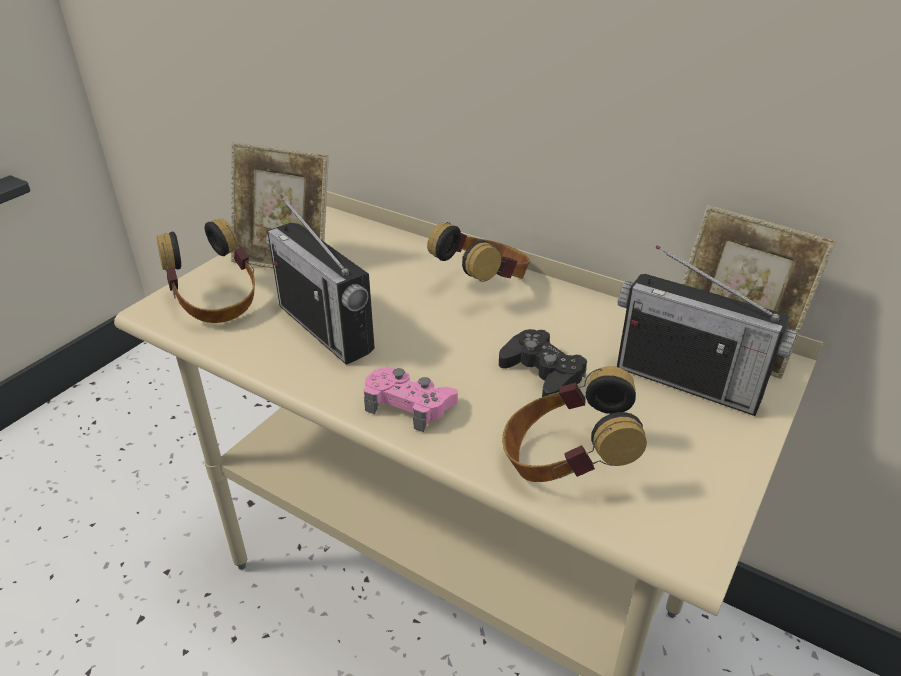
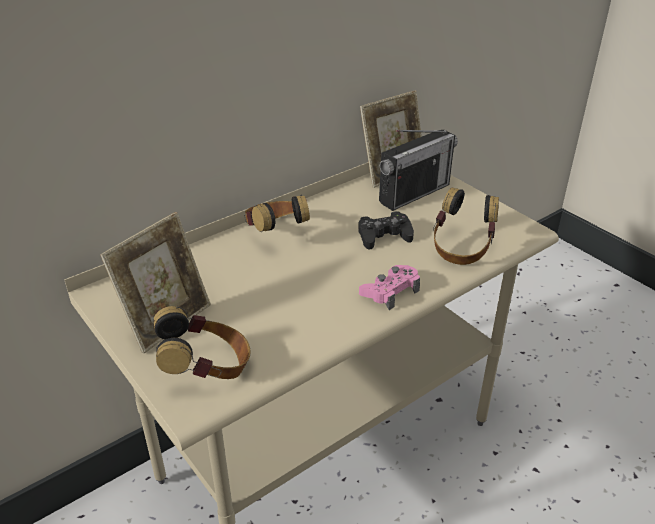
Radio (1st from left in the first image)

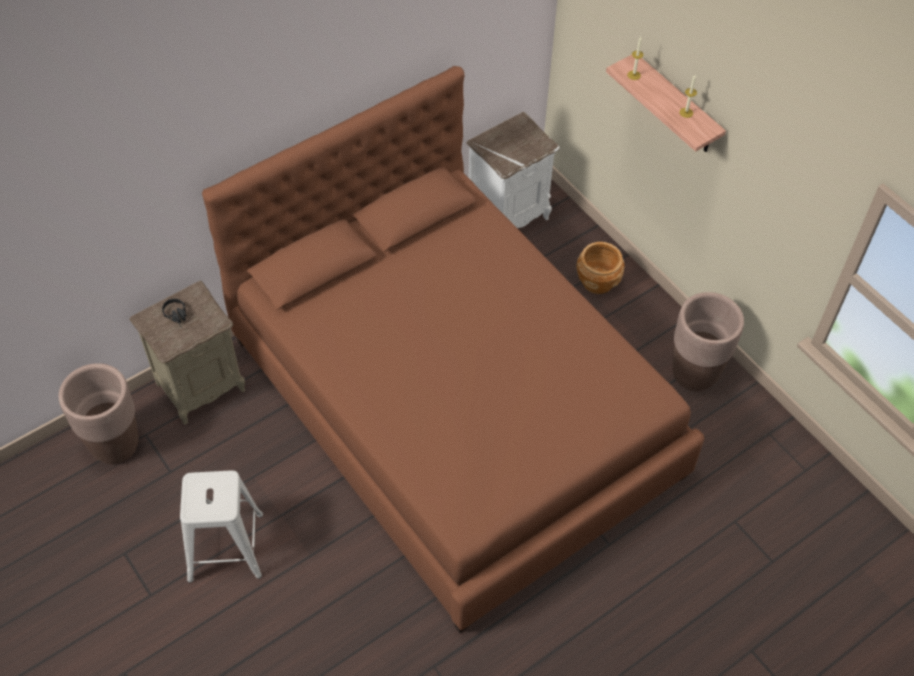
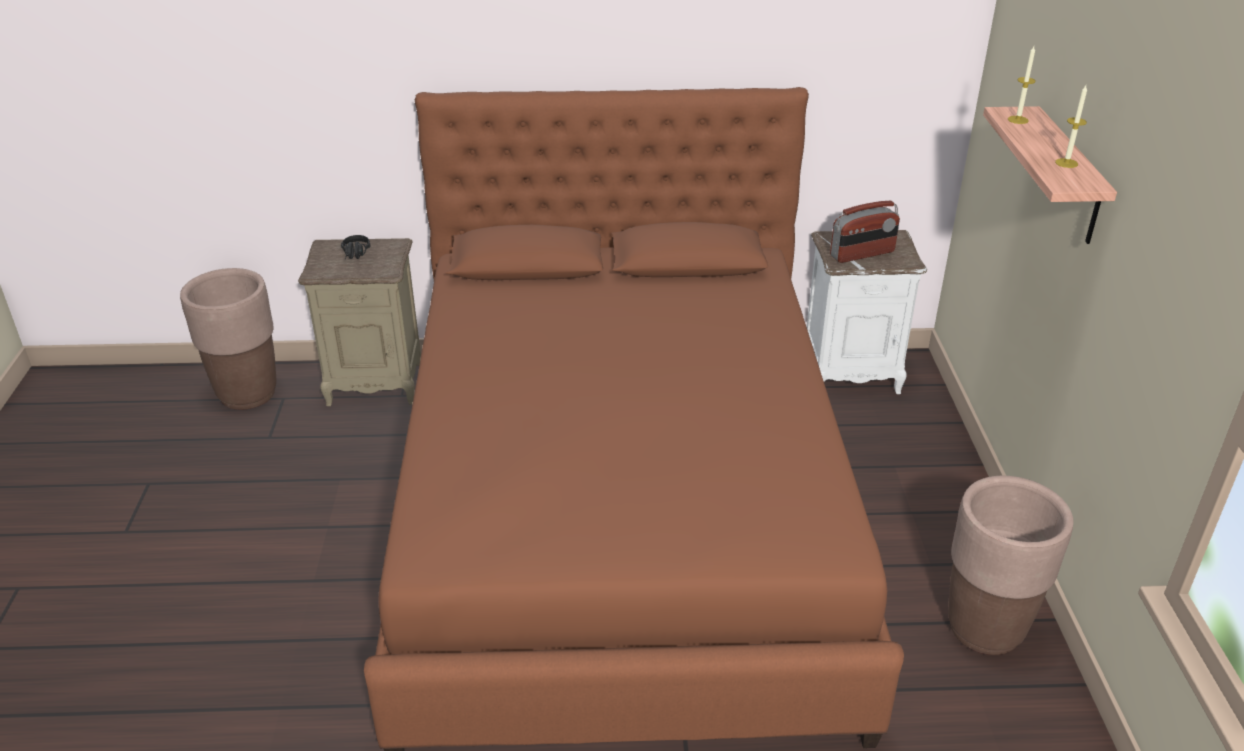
Radio
Hocker [weiß]
Pflanzkübel [braun] (2nd from left in the first image)

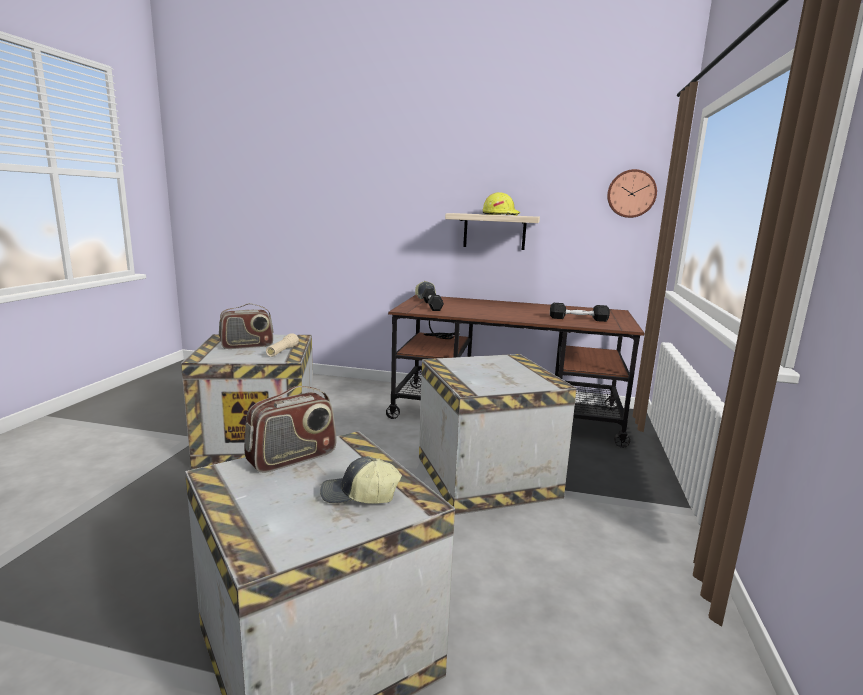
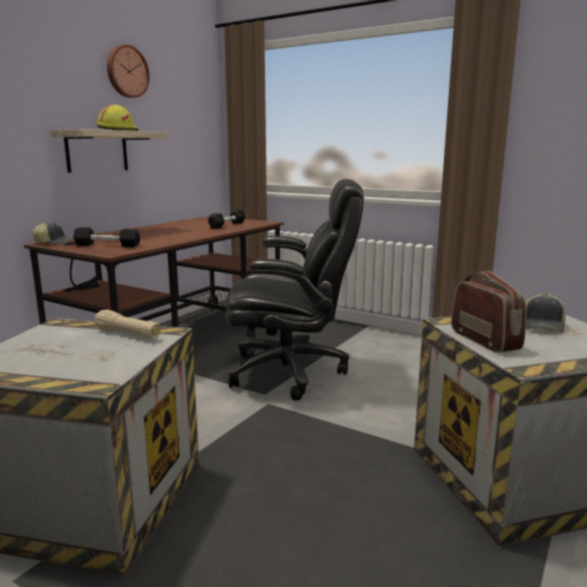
Wanduhr
Bürostuhl [schwarz]
Radio (1st from left in the first image)

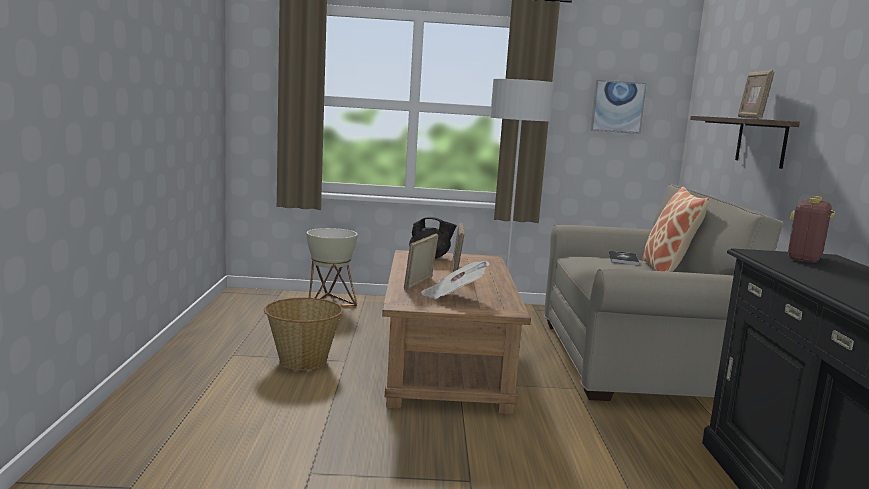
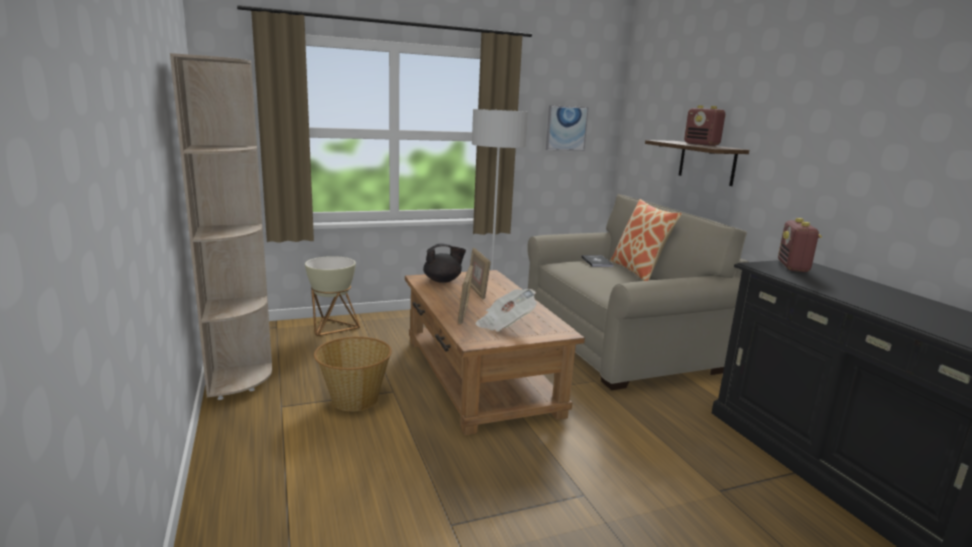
Bücherregal [beige]
Radio (1st from left)

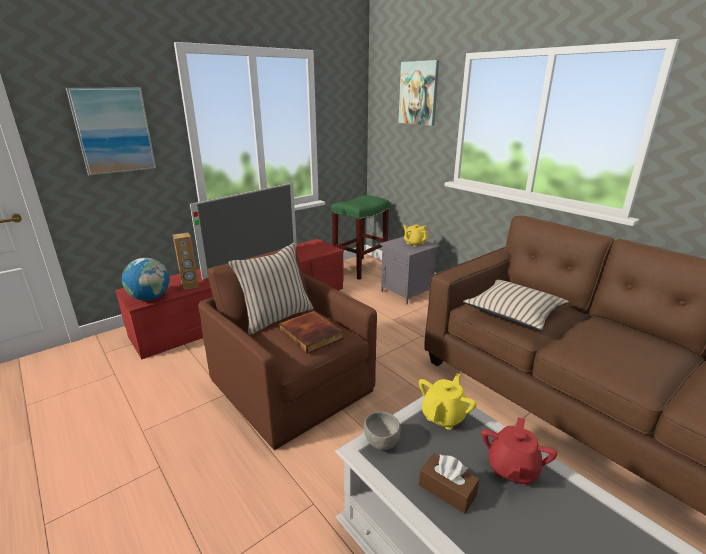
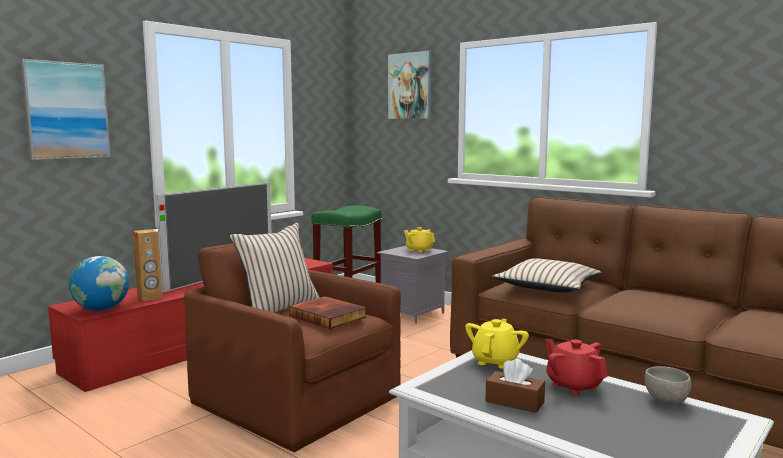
Teekanne [rot]
Schüssel [grau]

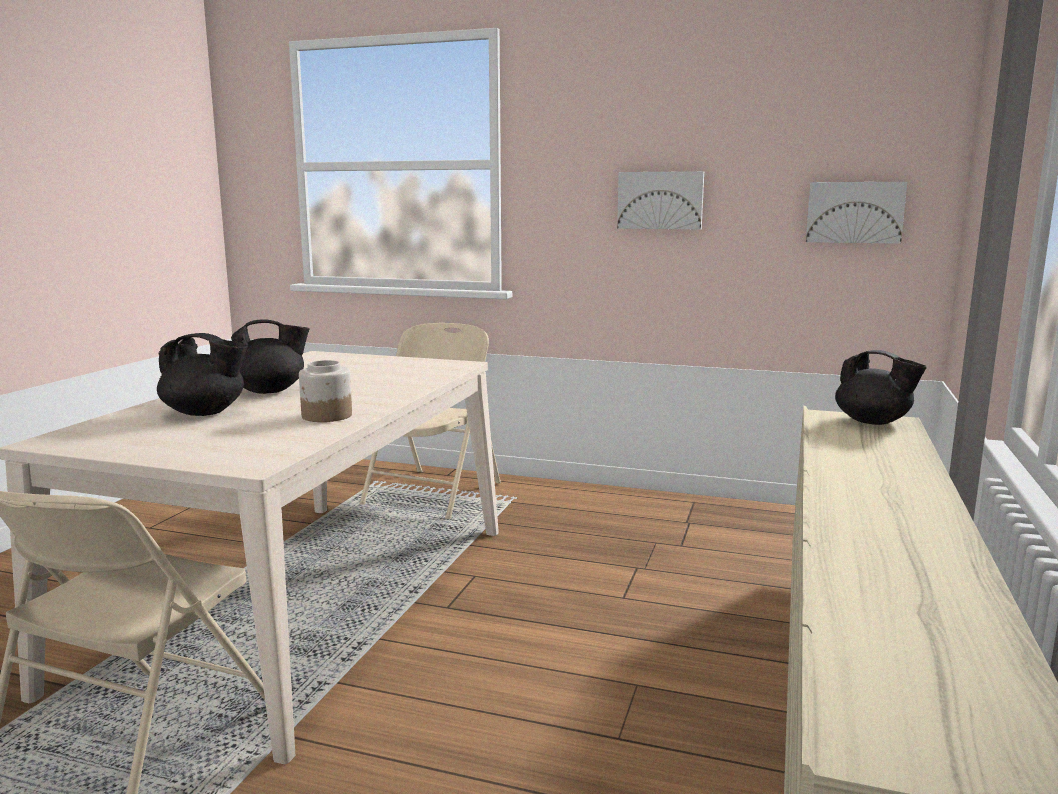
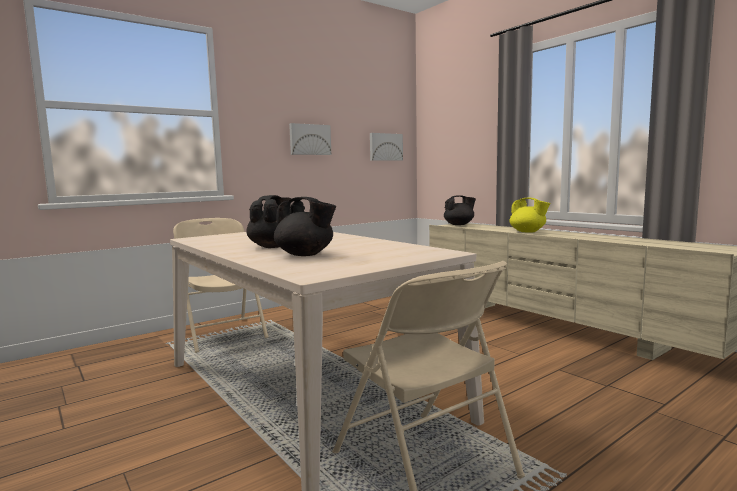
Teekanne [schwarz] (2nd from left)
Teekanne [gelb]
Vorratsglas

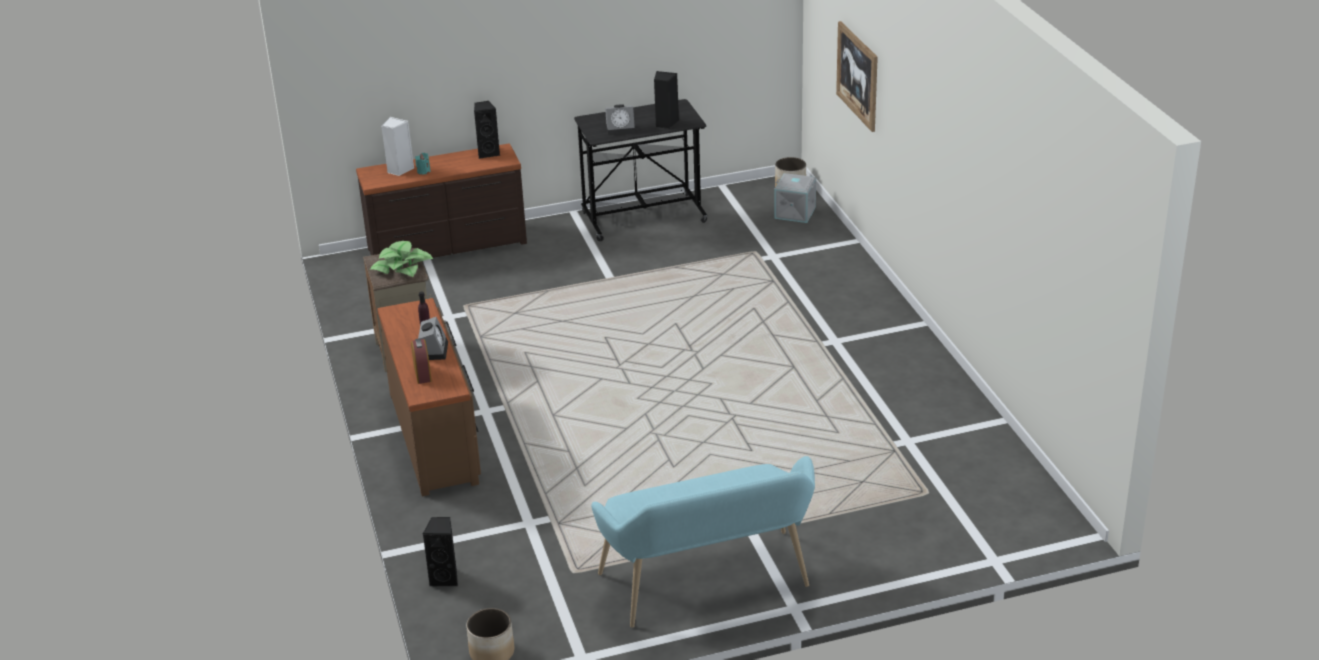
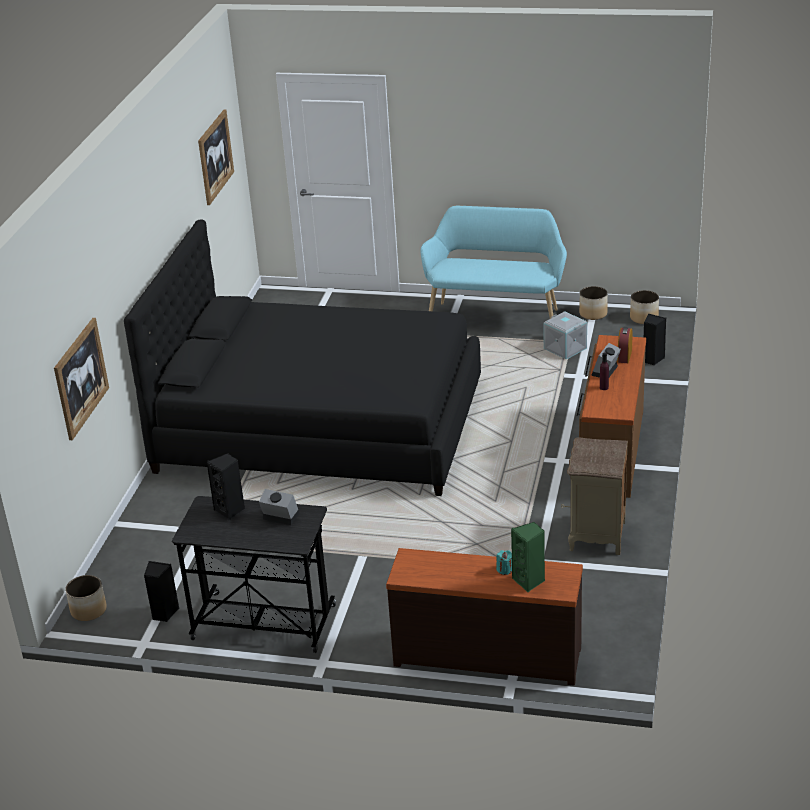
Bett [schwarz]
Lautsprecher [schwarz] (1st from left)
Bild (2nd from left)
Lautsprecher [grün]
Aufbewahrungsbox [grau]
Pflanzkübel (2nd from left)
Topfpflanze

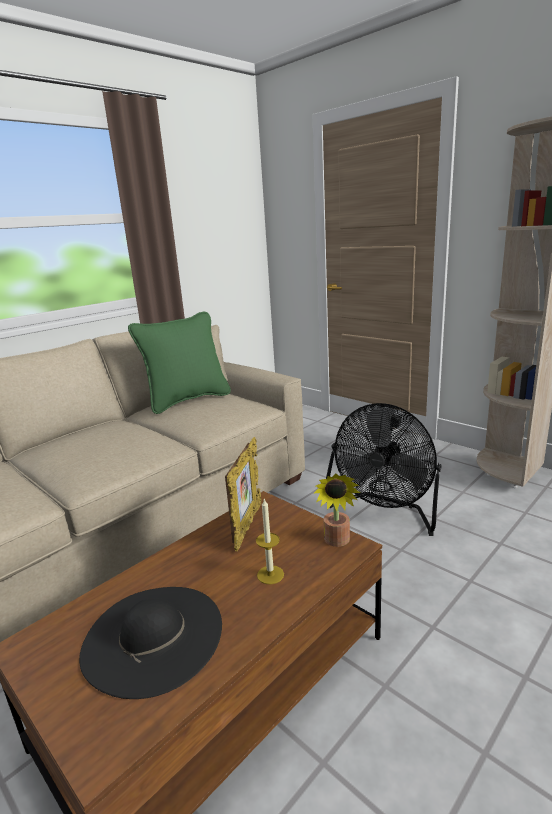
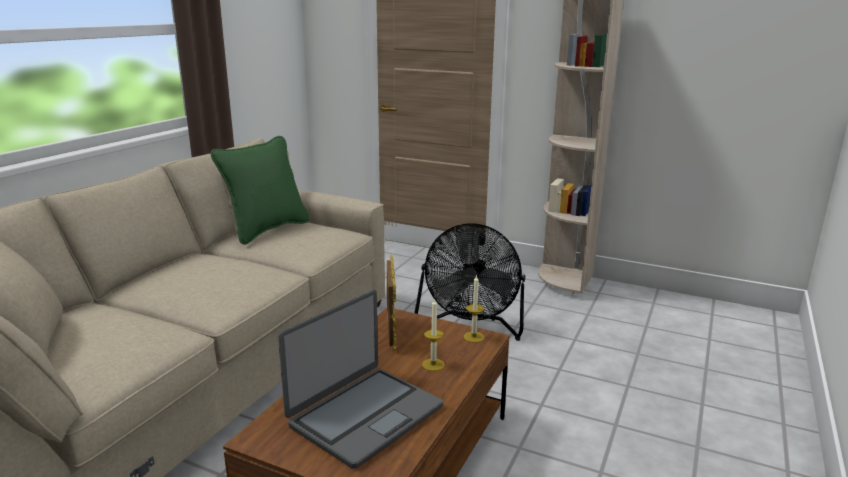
Laptop
Kerze (2nd from left)

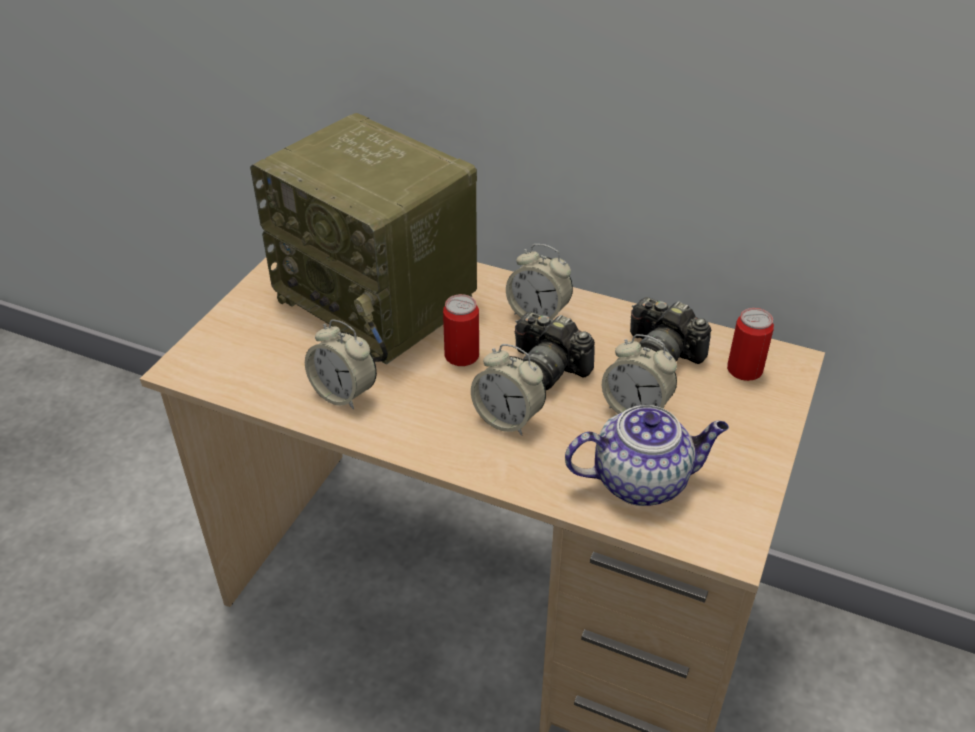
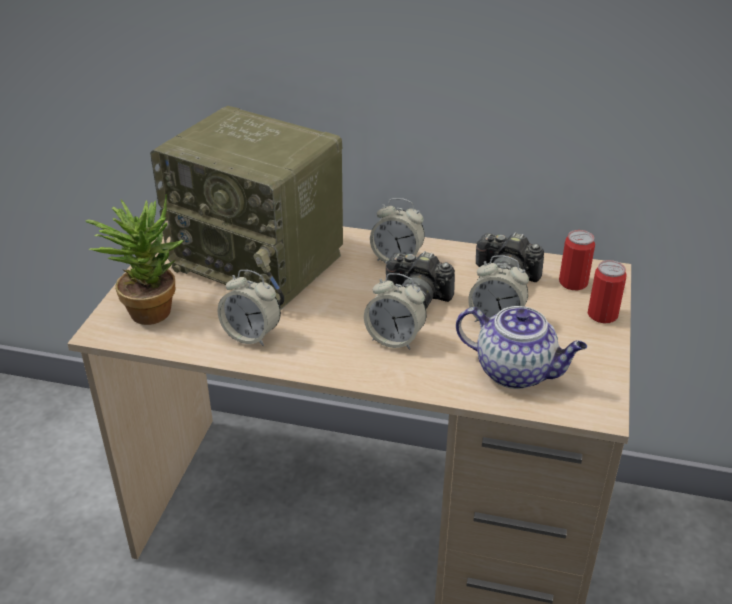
Topfpflanze
Teekanne
Dose (2nd from left)

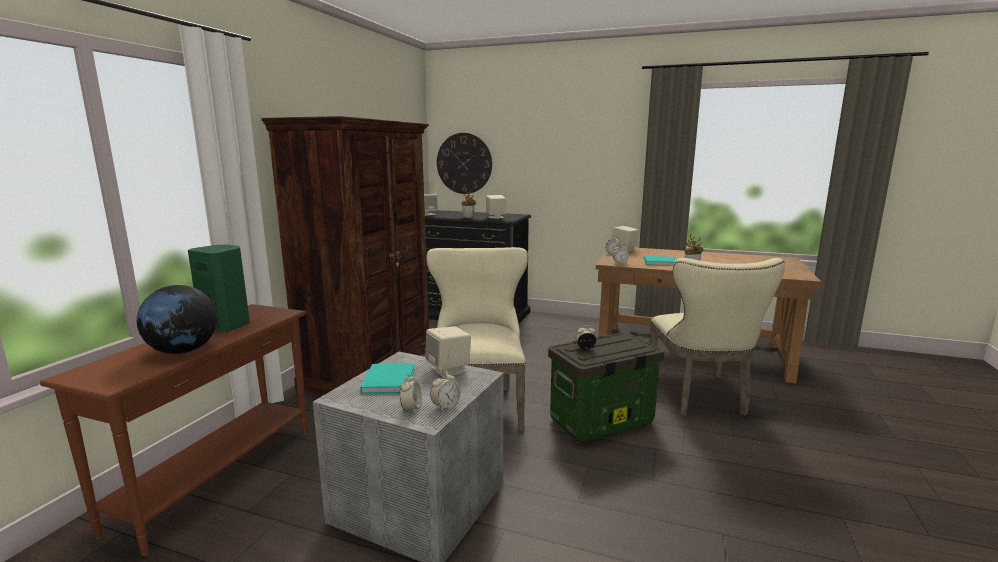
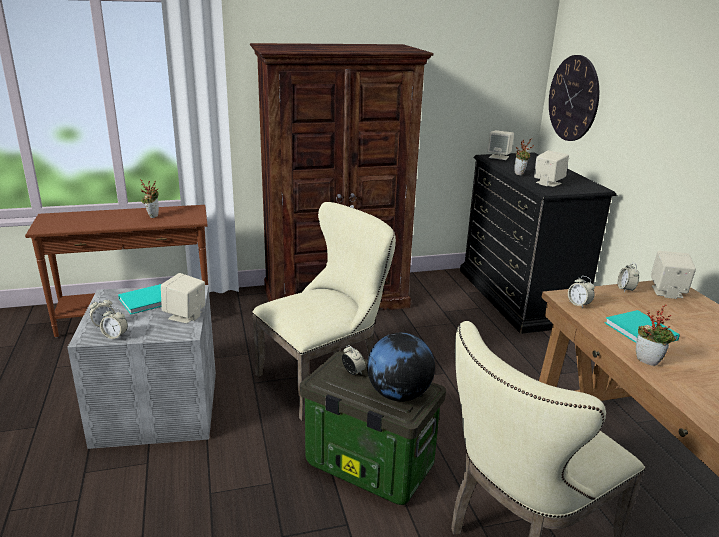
Topfpflanze (1st from left)
Globus

